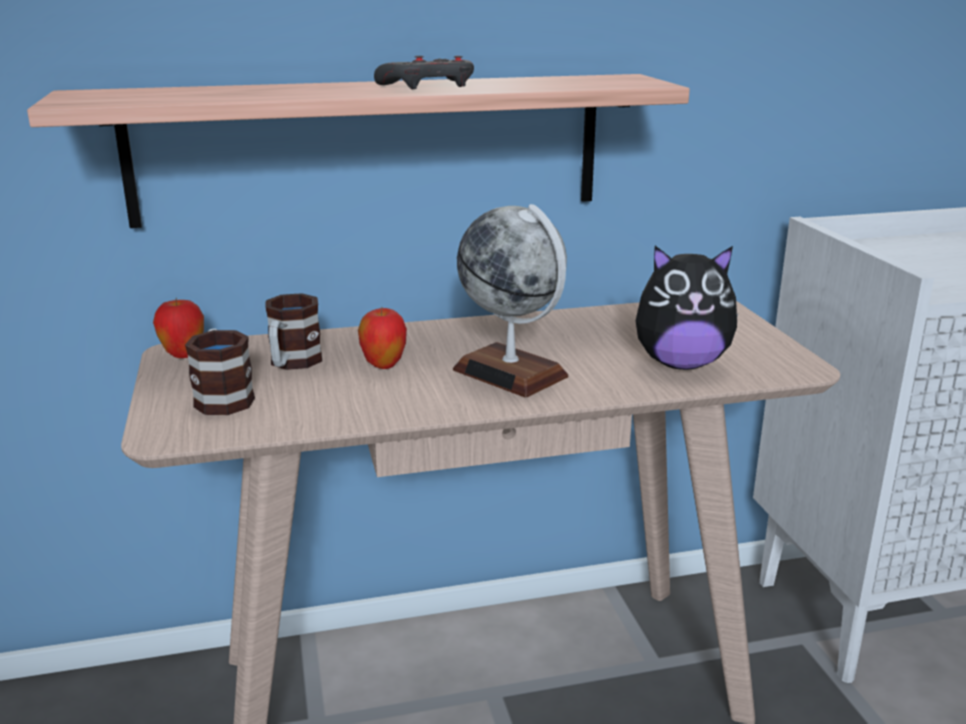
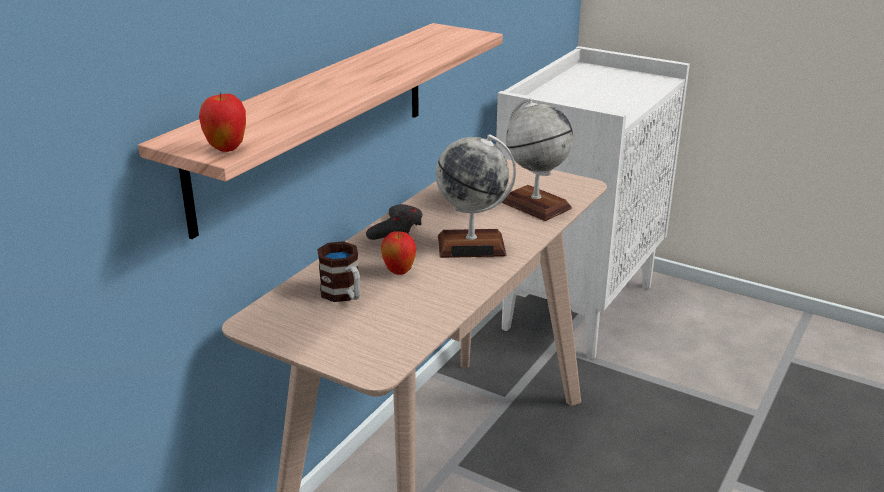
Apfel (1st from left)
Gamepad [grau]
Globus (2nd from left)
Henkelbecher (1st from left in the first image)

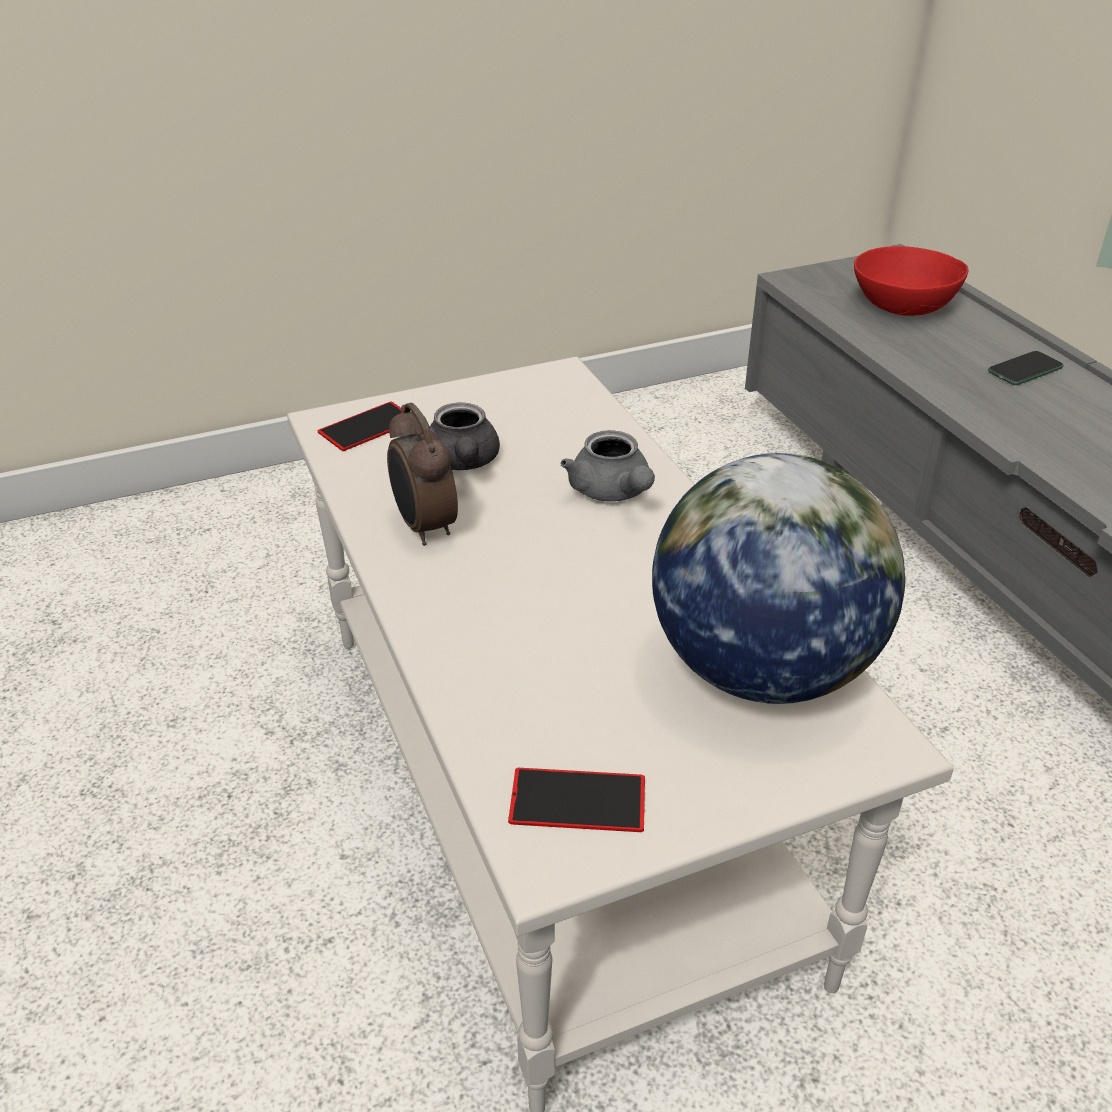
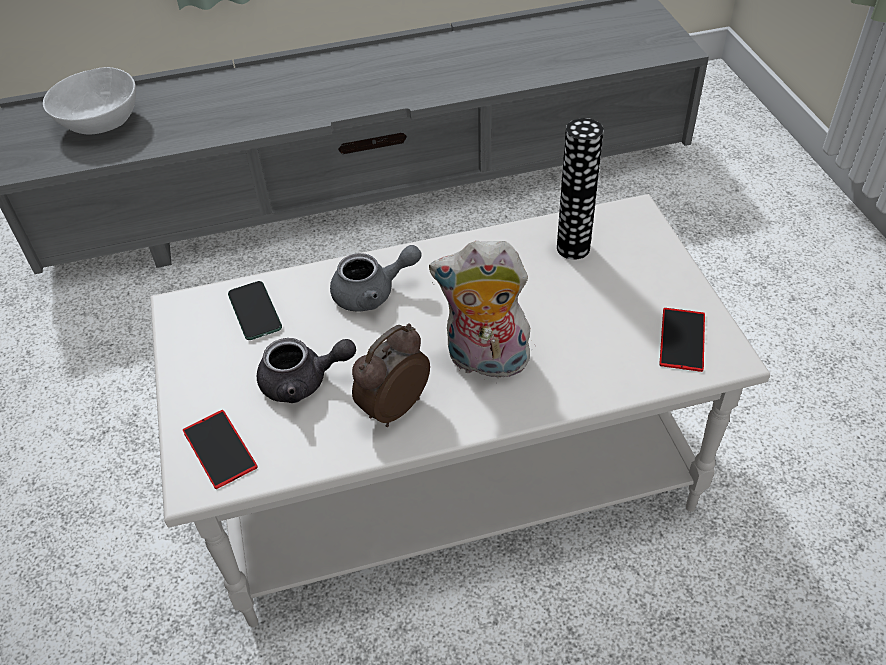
Schüssel [weiß]
Handy (2nd from left)
Wecker
Plüschtier
Vase

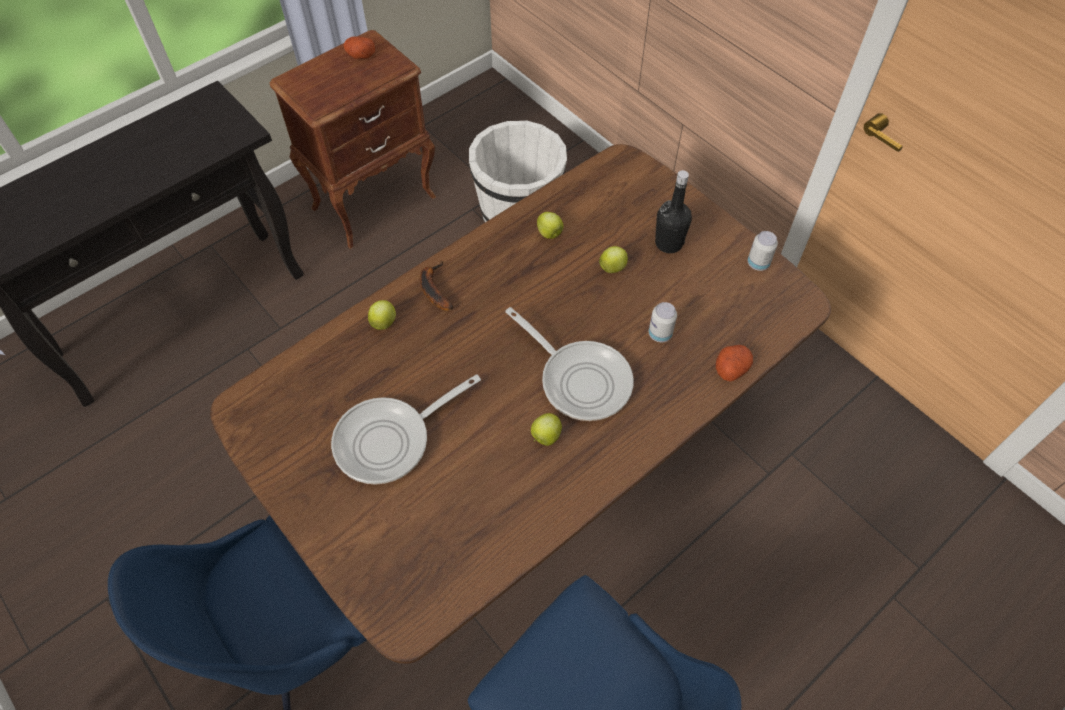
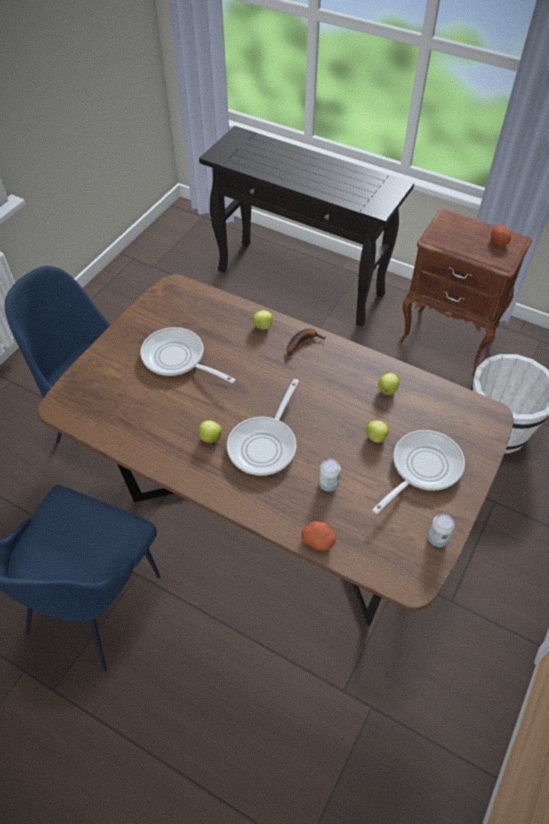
Pfanne (3rd from left)

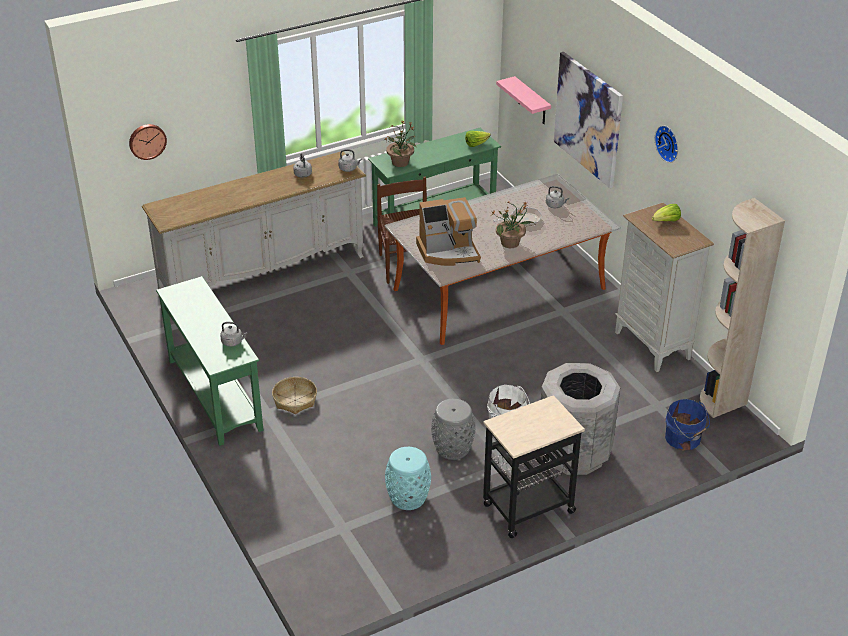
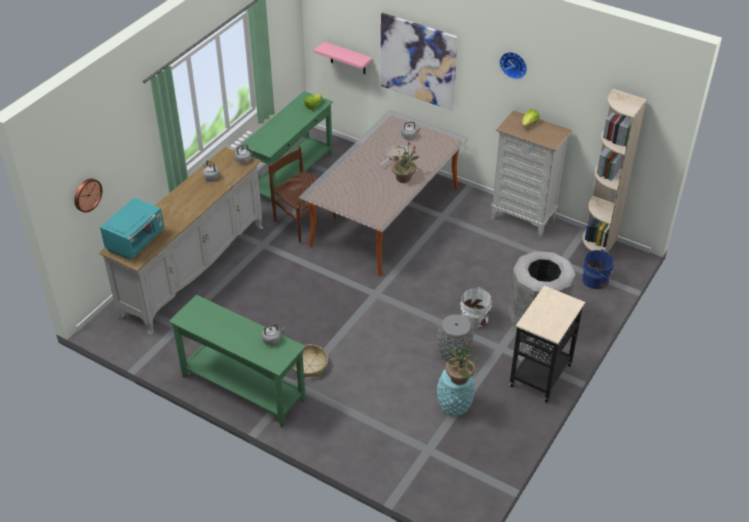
Mikrowelle [türkis]
Topfpflanze (2nd from left)
Kaffeemaschine

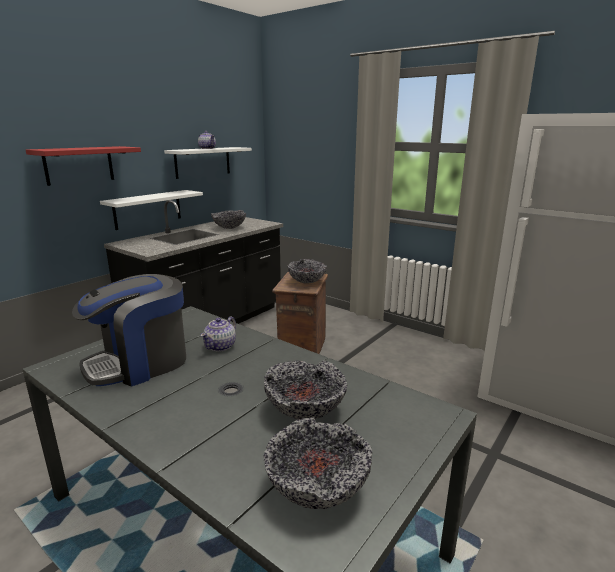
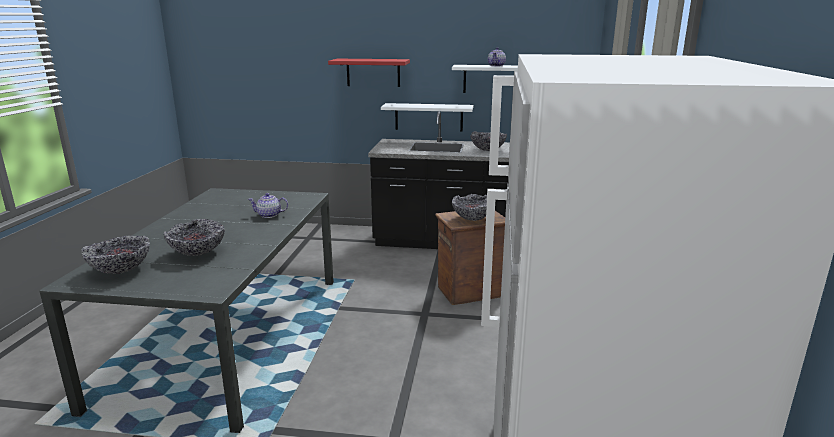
Kaffeemaschine

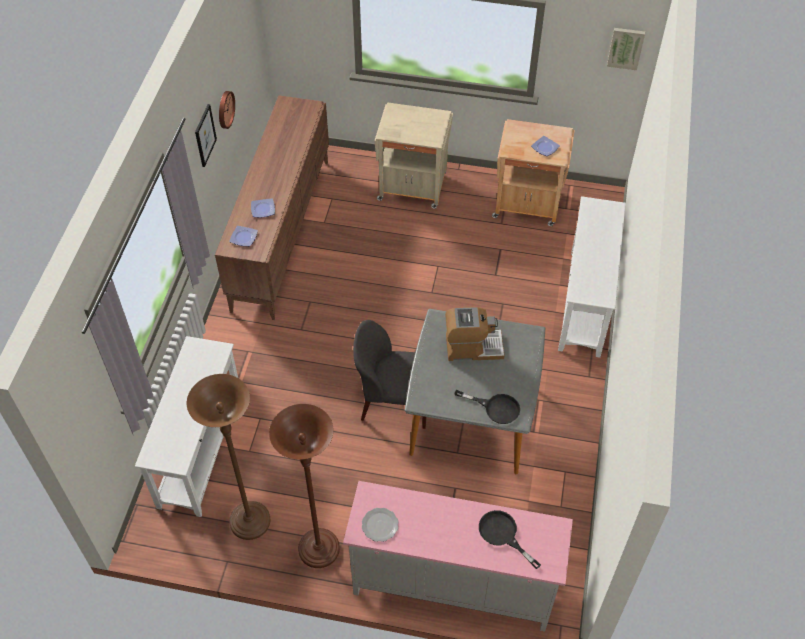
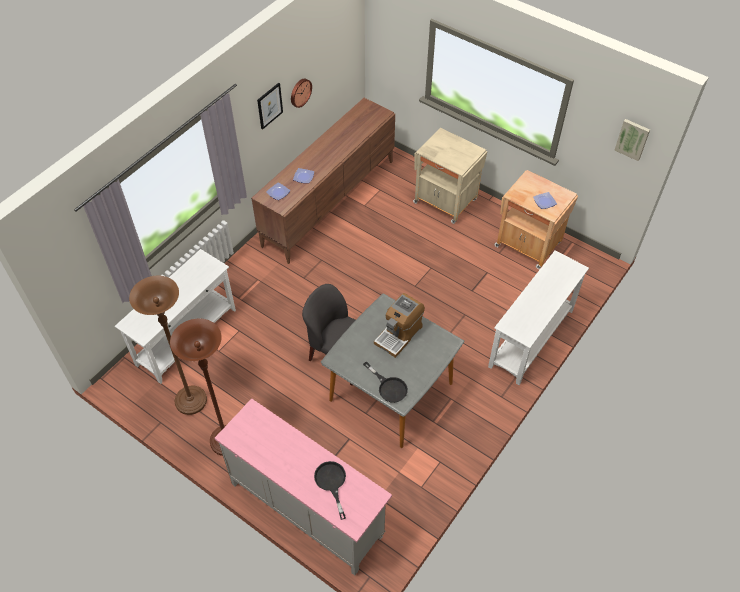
Kaffeemaschine
Teller (3rd from left in the first image)

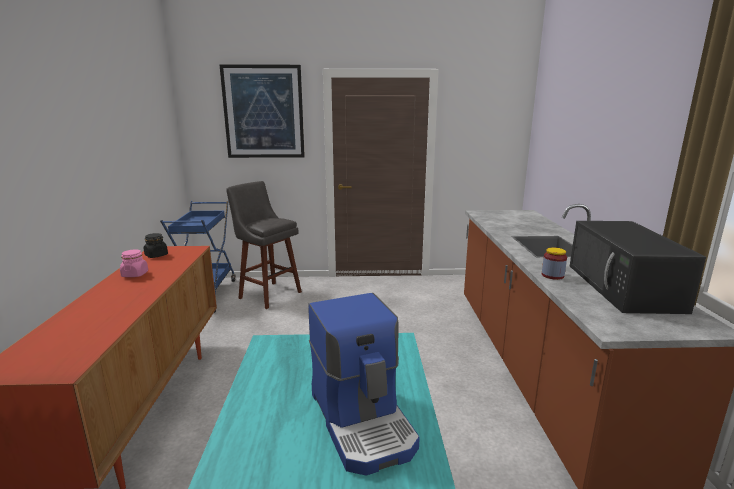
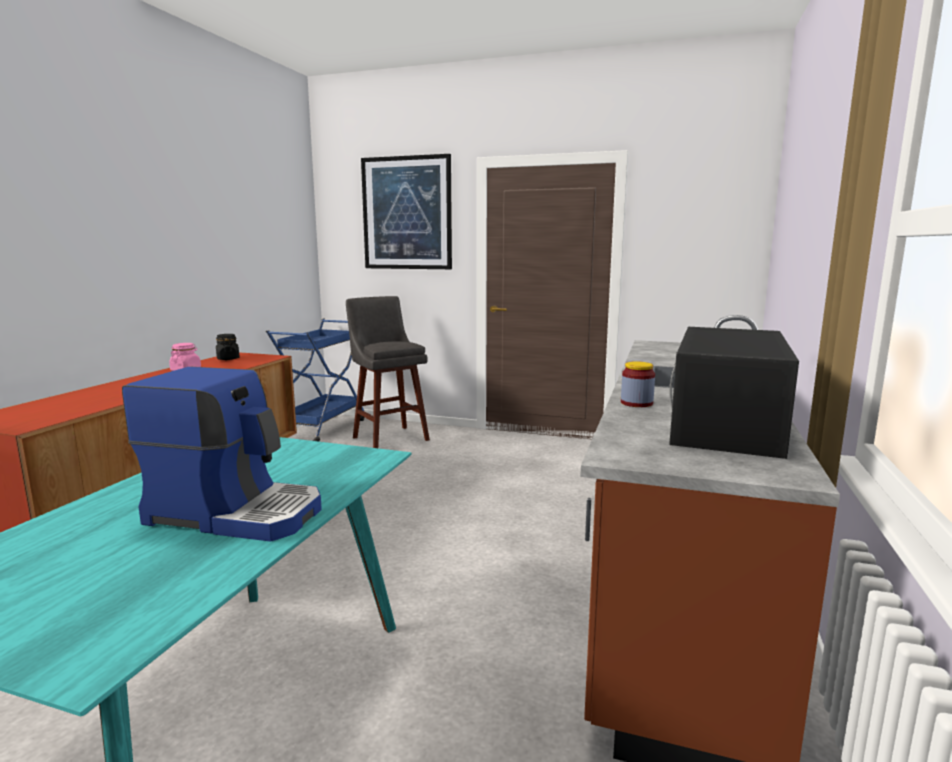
Kaffeemaschine

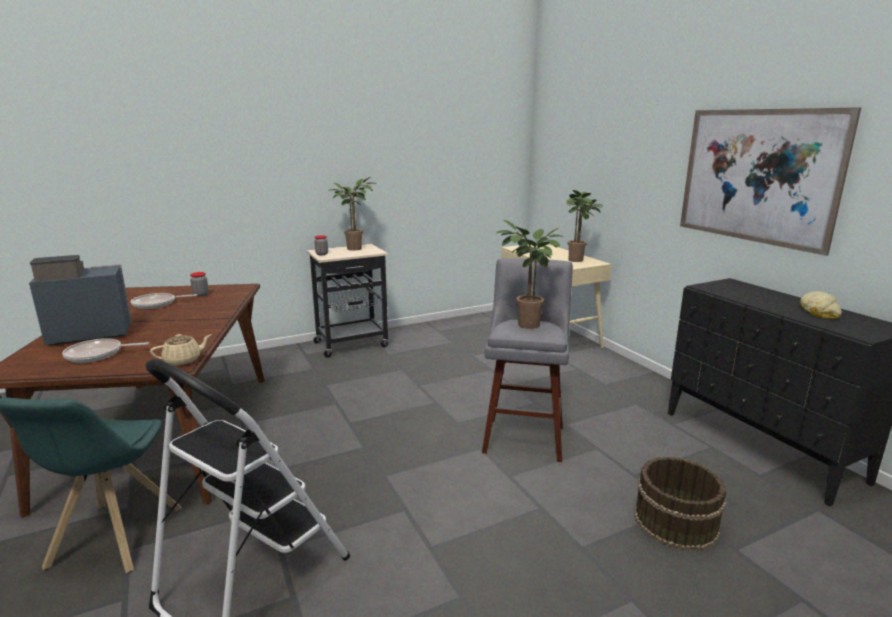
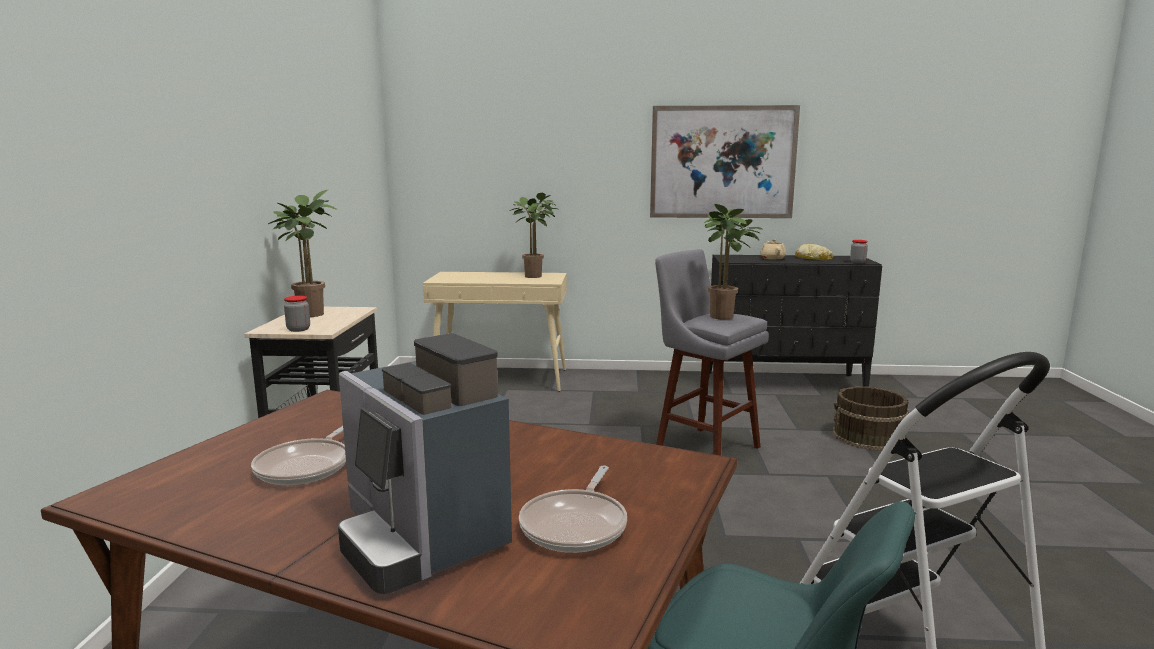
Kaffeemaschine
Teekanne [beige]
Vorratsglas (2nd from left)

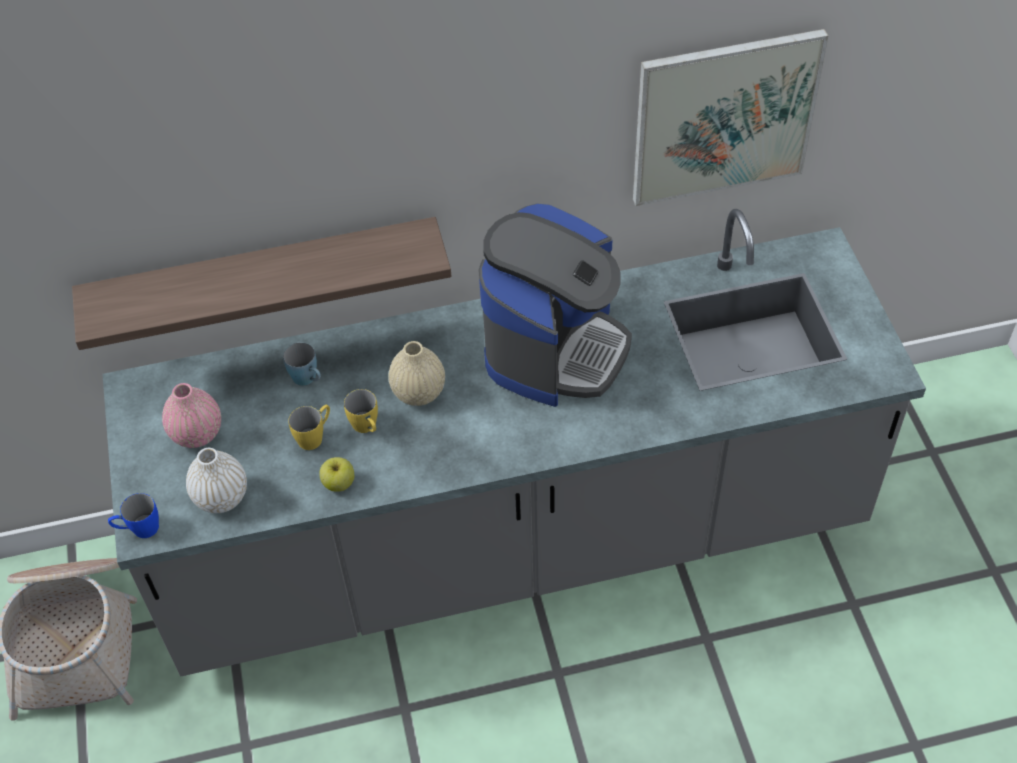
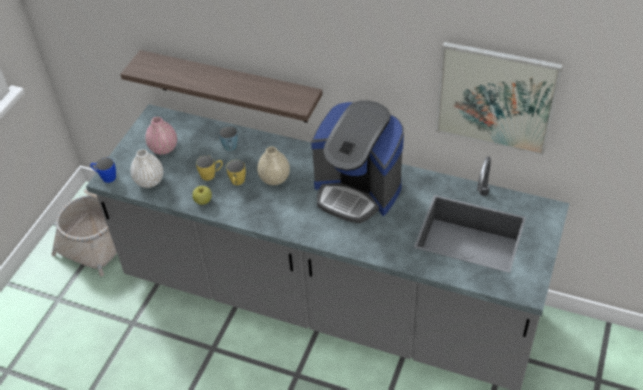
Kaffeemaschine

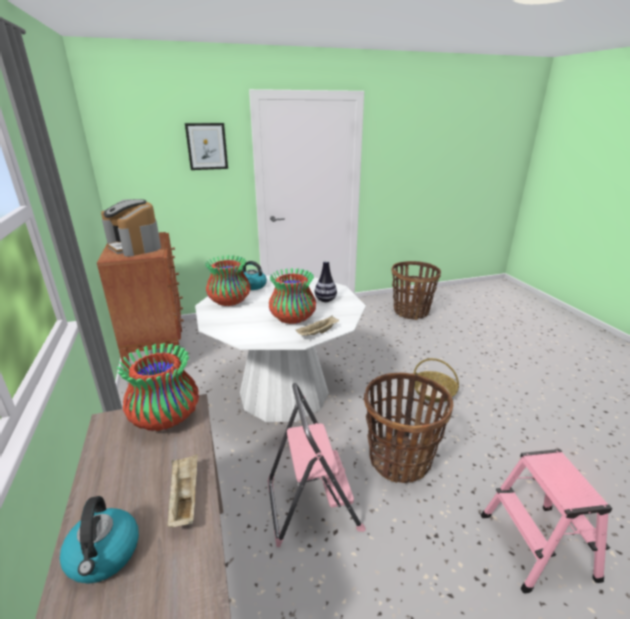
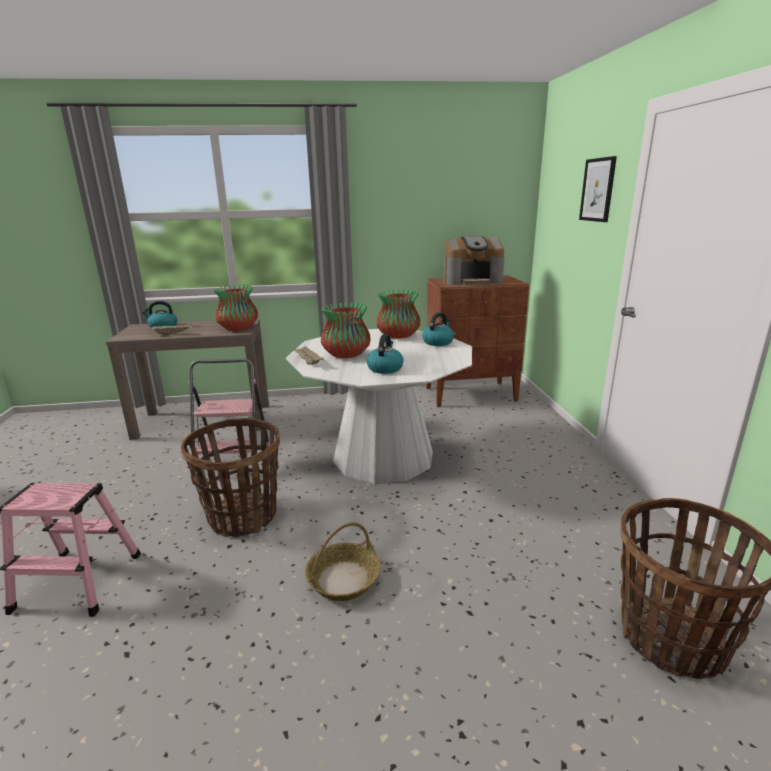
Wasserkessel (2nd from left)
Kaffeemaschine

